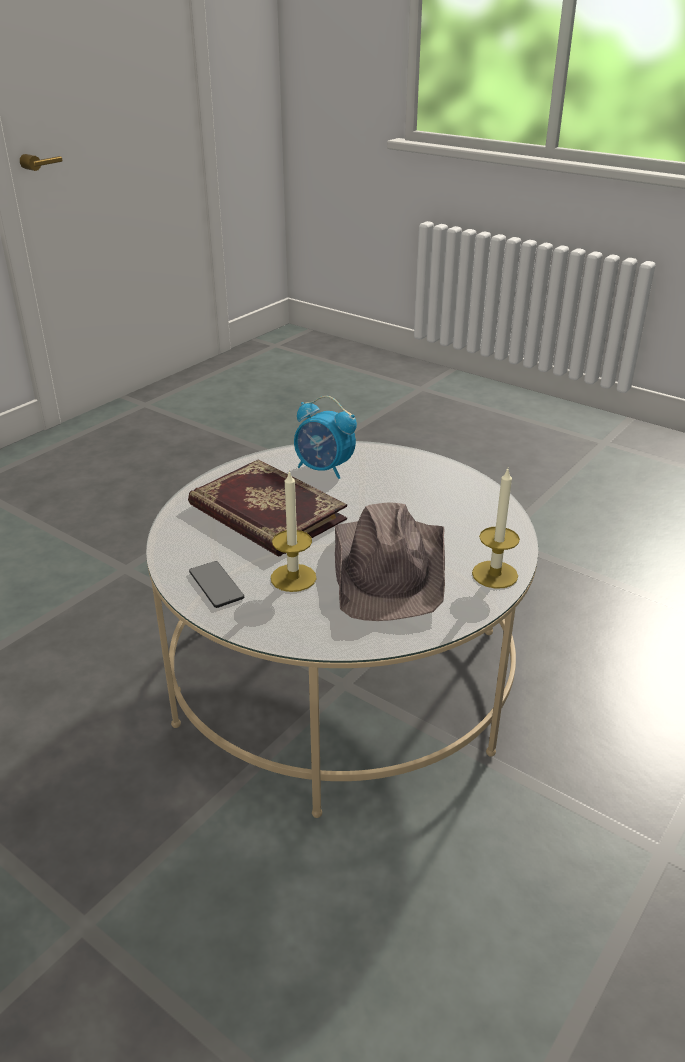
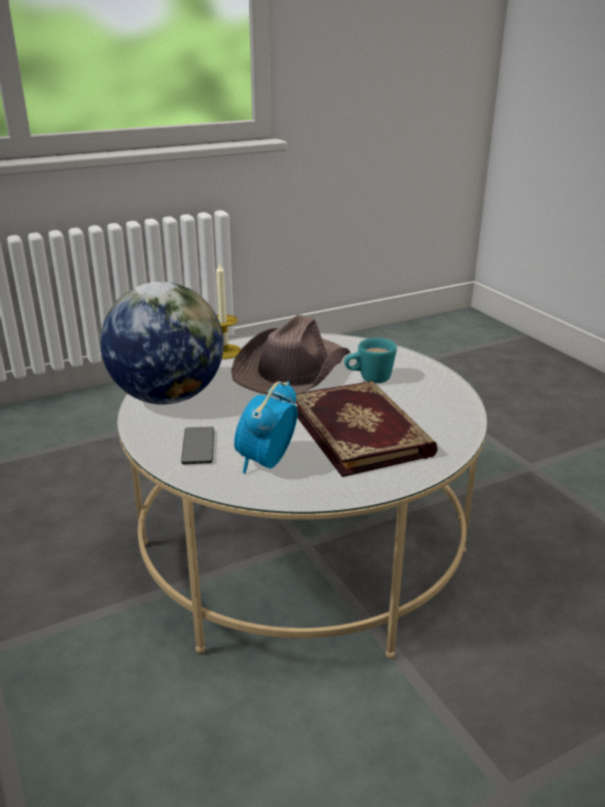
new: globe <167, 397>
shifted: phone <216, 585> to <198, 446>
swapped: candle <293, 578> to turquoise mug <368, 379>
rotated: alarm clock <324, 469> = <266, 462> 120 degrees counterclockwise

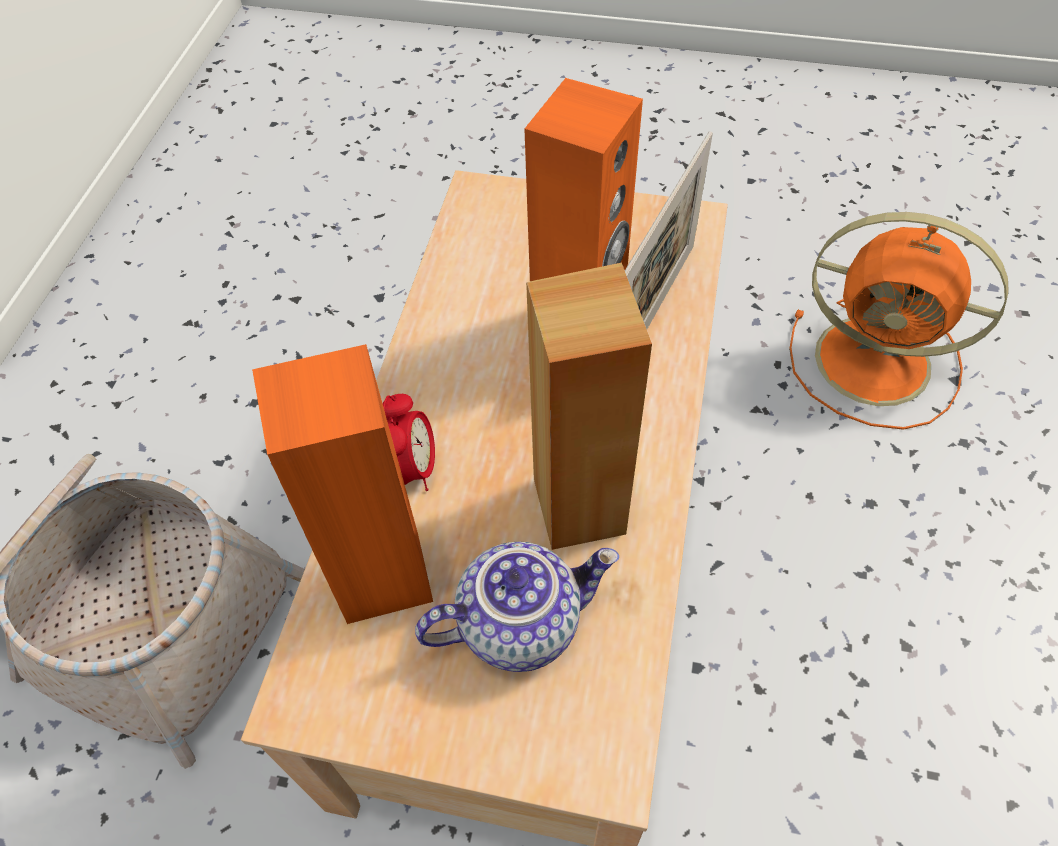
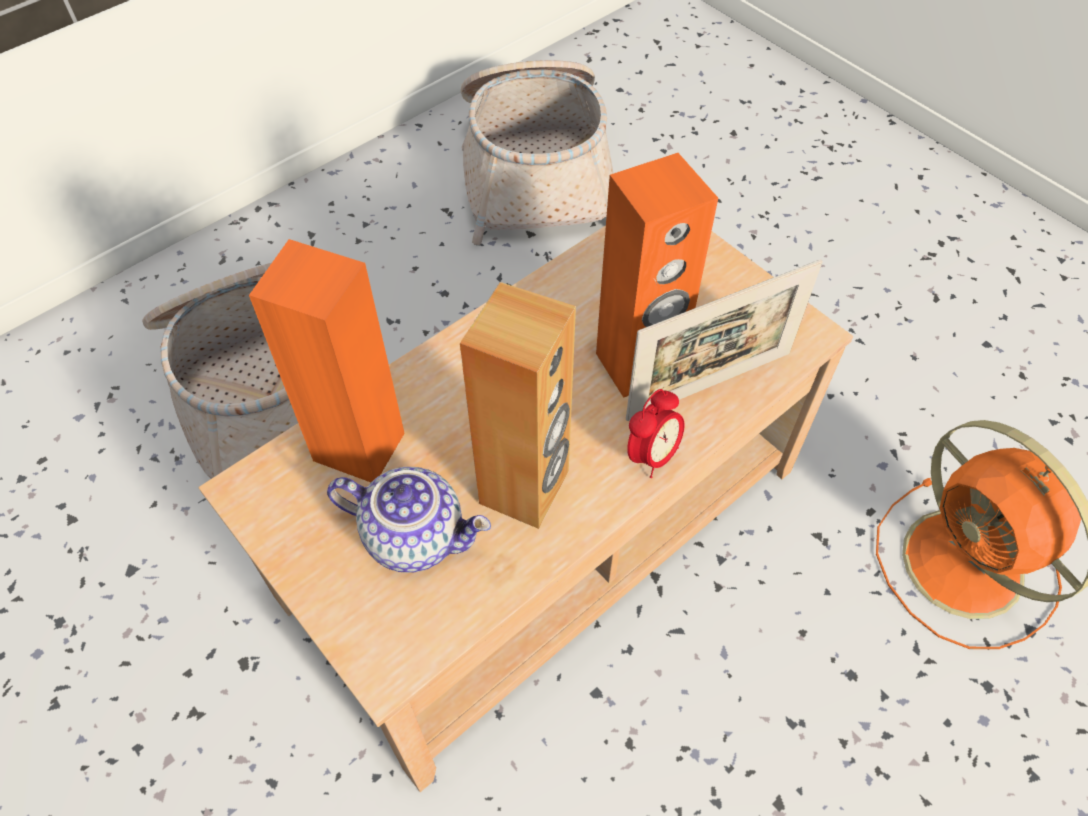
new: basket <536, 171>
shifted: alarm clock <413, 468> to <652, 455>

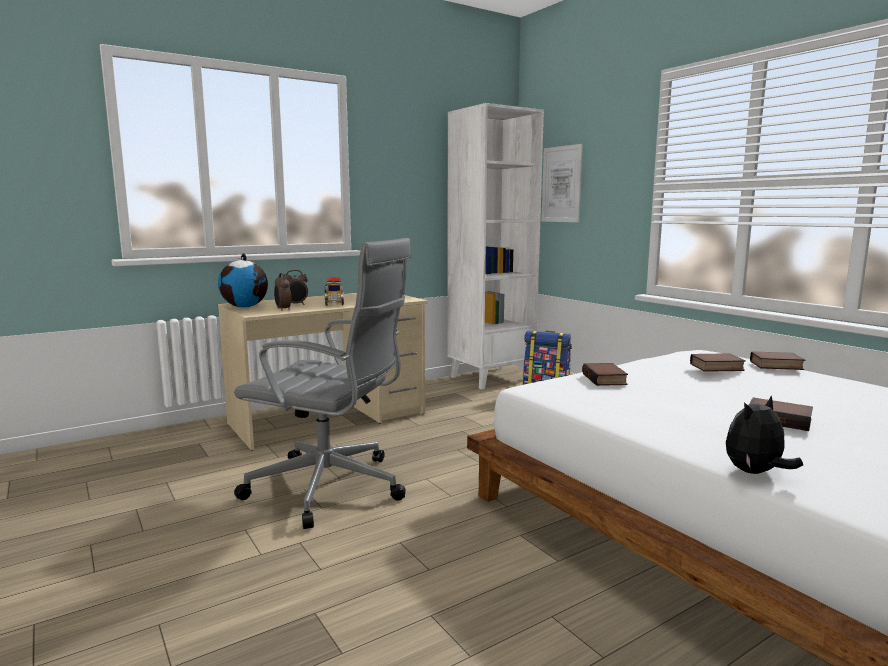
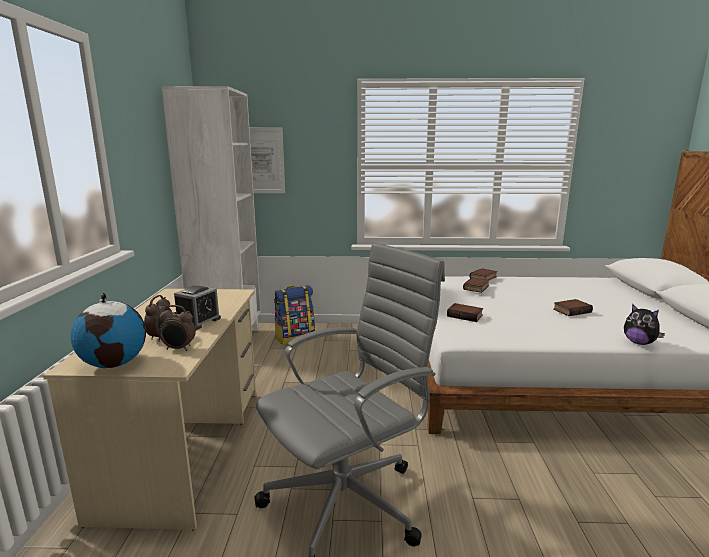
swapped: toy truck <334, 304> to alarm clock <198, 322>
rotated: plush toy <755, 473> = <639, 343> 45 degrees counterclockwise

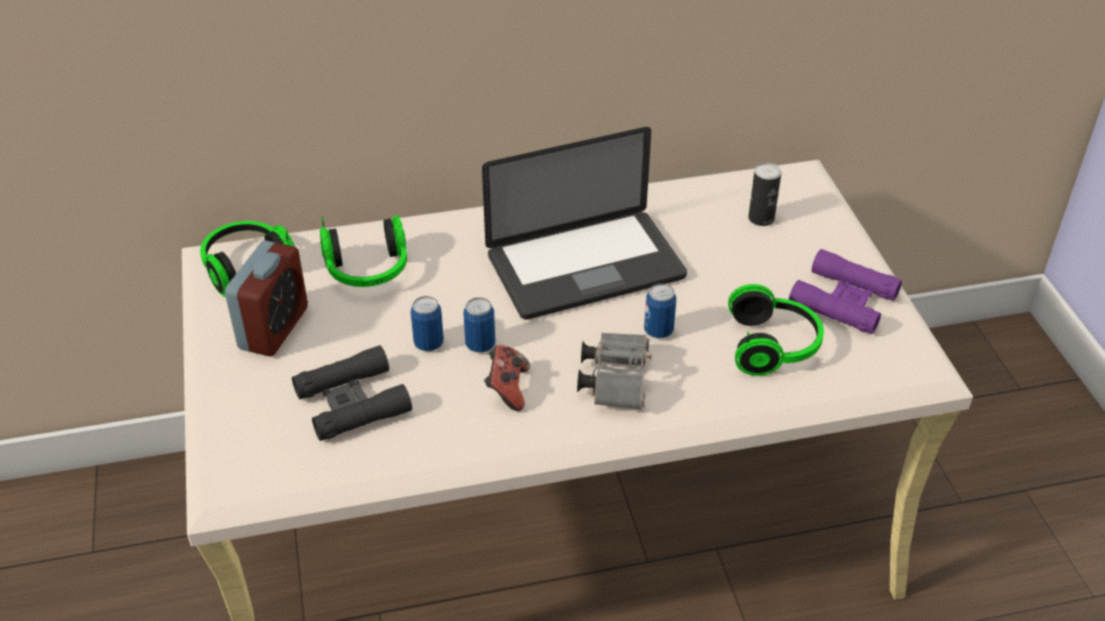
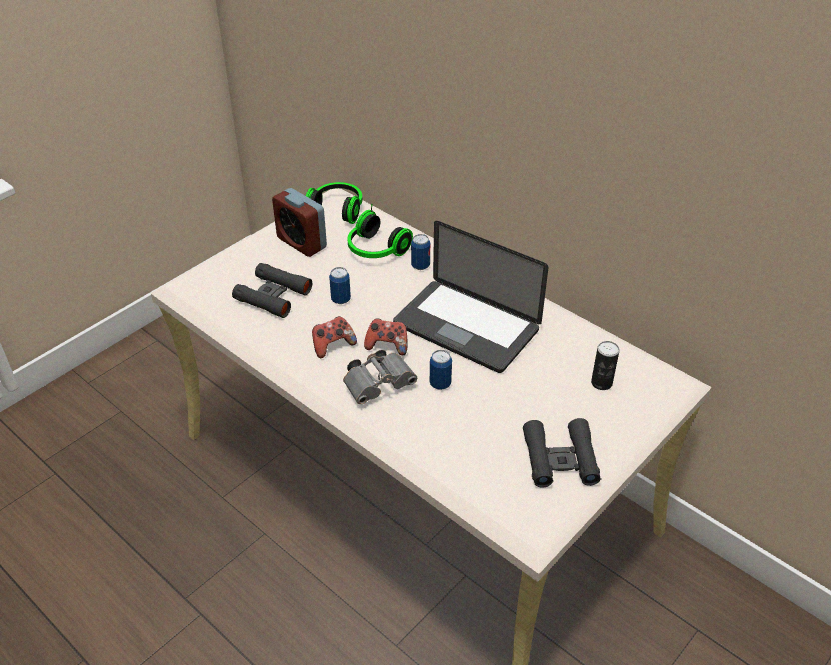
gone: headphones <774, 346>
new: game controller <387, 346>
shifted: can <480, 345> to <420, 266>
repainted: purple binoculars <843, 300> to black binoculars <560, 459>
rotated: alarm clock <274, 328> = <301, 243> 60 degrees clockwise

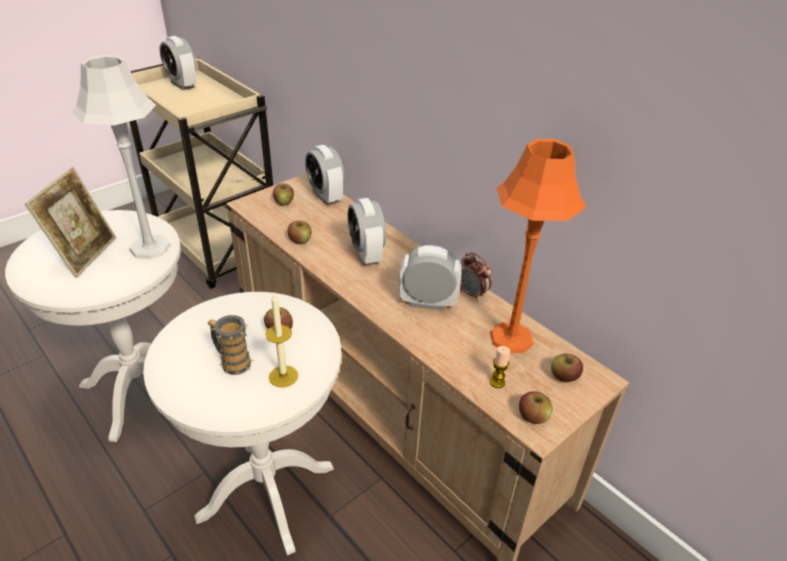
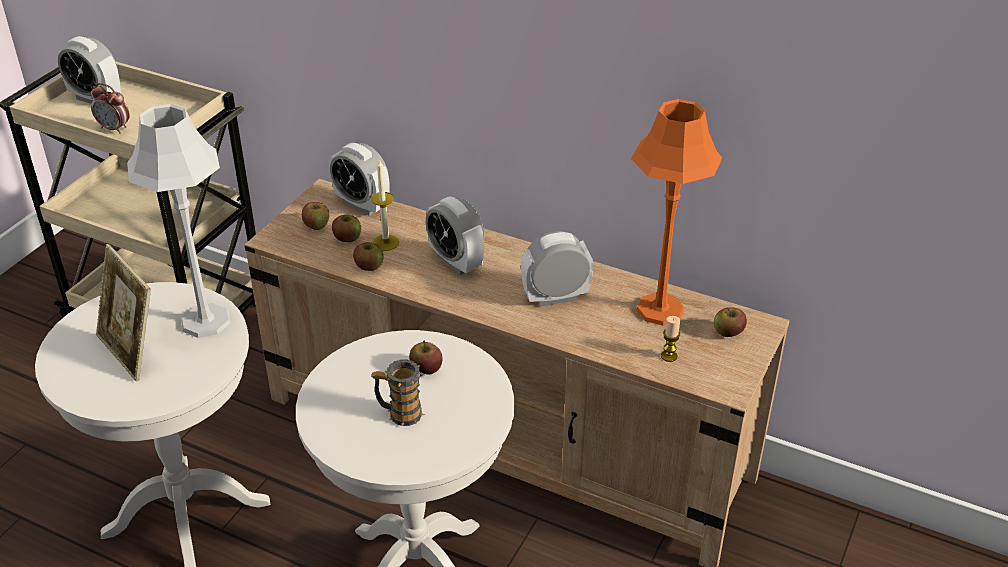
shifted: candle <283, 376> to <386, 242>; alarm clock <472, 293> to <114, 128>; apple <533, 416> to <347, 238>
rotated: picture frame <85, 255> = <132, 351> 150 degrees clockwise

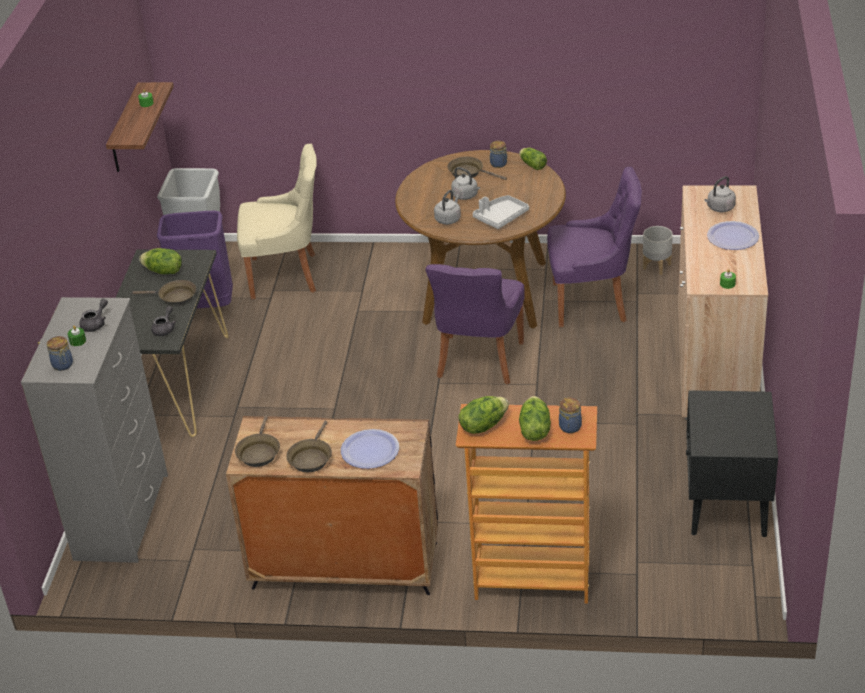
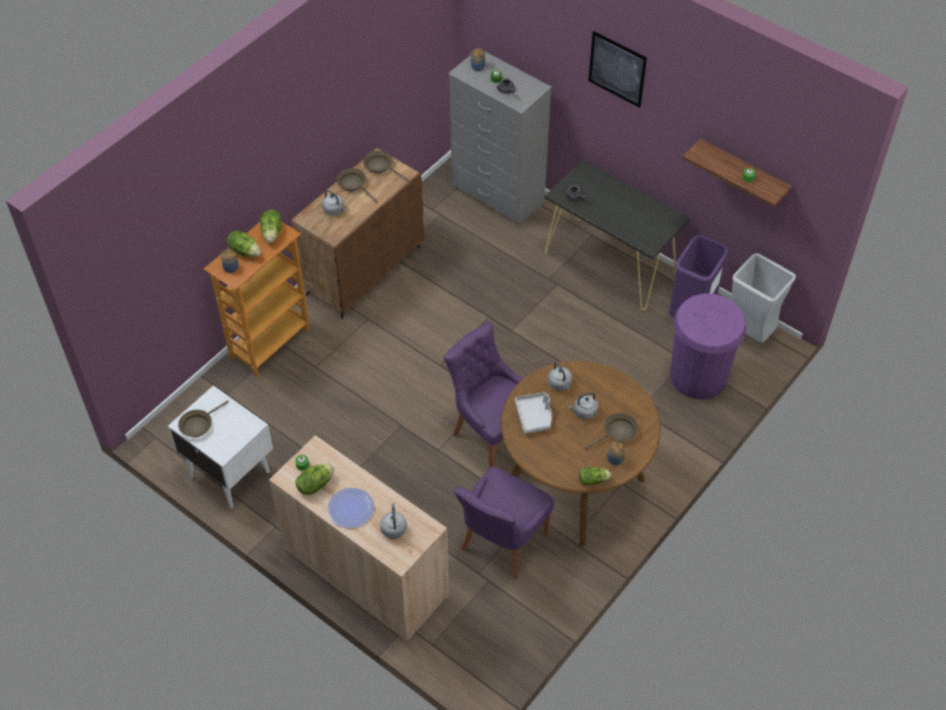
gone: grey planter <656, 266>
new: picture <617, 69>
shifted: brown frying pan <174, 297> to <198, 425>; lettuce <163, 271> to <315, 484>
swapped: beige chair <287, 275> to purple trash can <698, 376>; plate <370, 450> to grey kettle <334, 210>
repainted: black nightstand <726, 509> to white nightstand <229, 472>

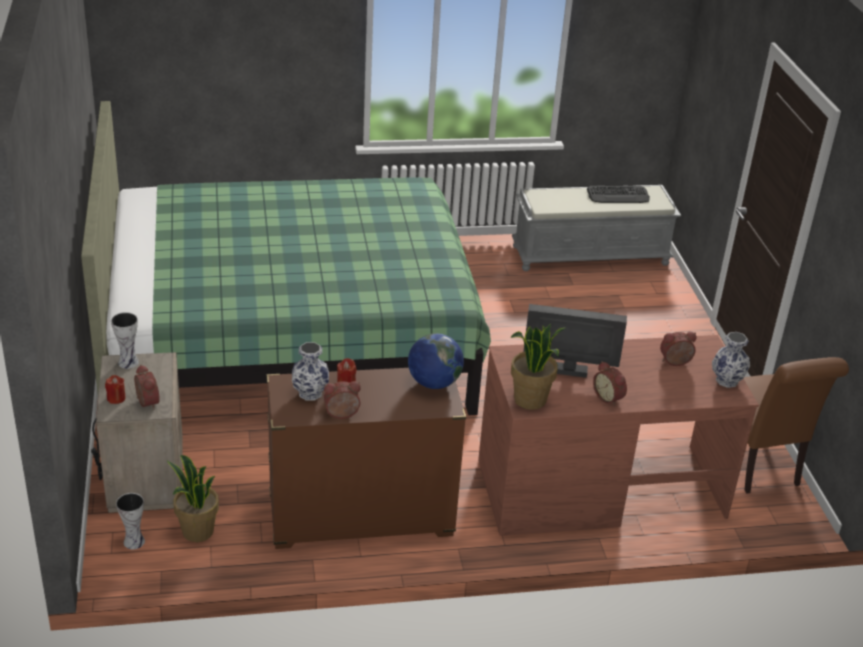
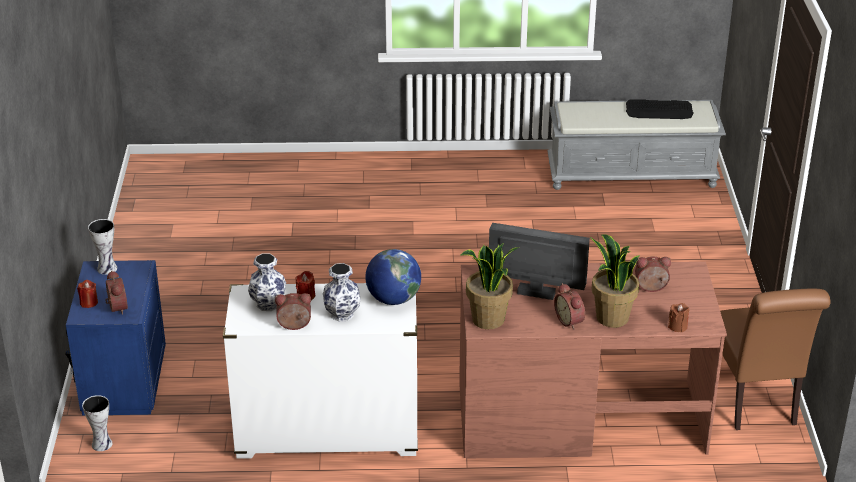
gone: green bed <287, 334>
new: brown candle <677, 326>
shifted: potted plant <197, 531> to <611, 318>; vase <726, 380> to <341, 314>
repainted: beige nightstand <144, 476> to blue nightstand <122, 382>; brown dresser <360, 517> to white dresser <327, 432>

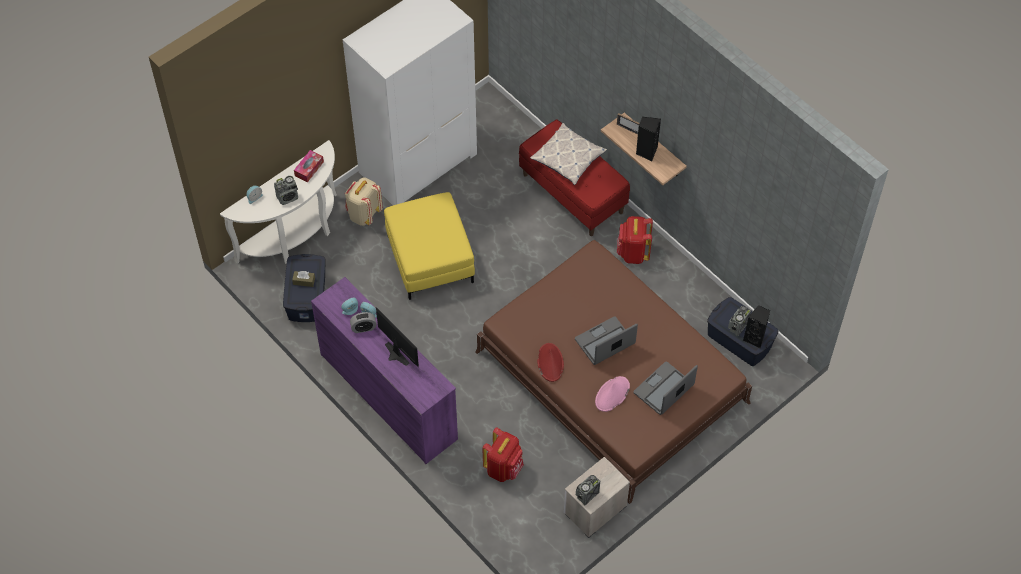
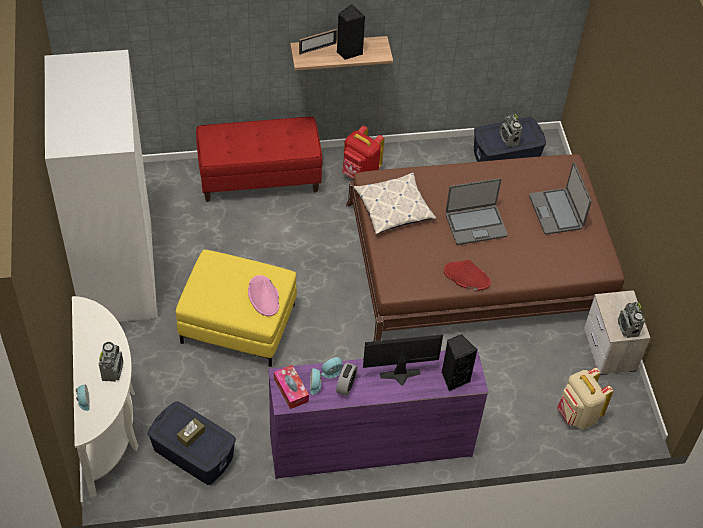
gone: red backpack <504, 468>
shifted: tissue box <309, 169> to <291, 390>; beige backpack <364, 214> to <577, 415>; pillow <568, 158> to <394, 208>; pink hat <612, 394> to <264, 296>; black speaker <755, 338> to <454, 378>
rotated: laptop <605, 342> = <475, 225> 105 degrees counterclockwise

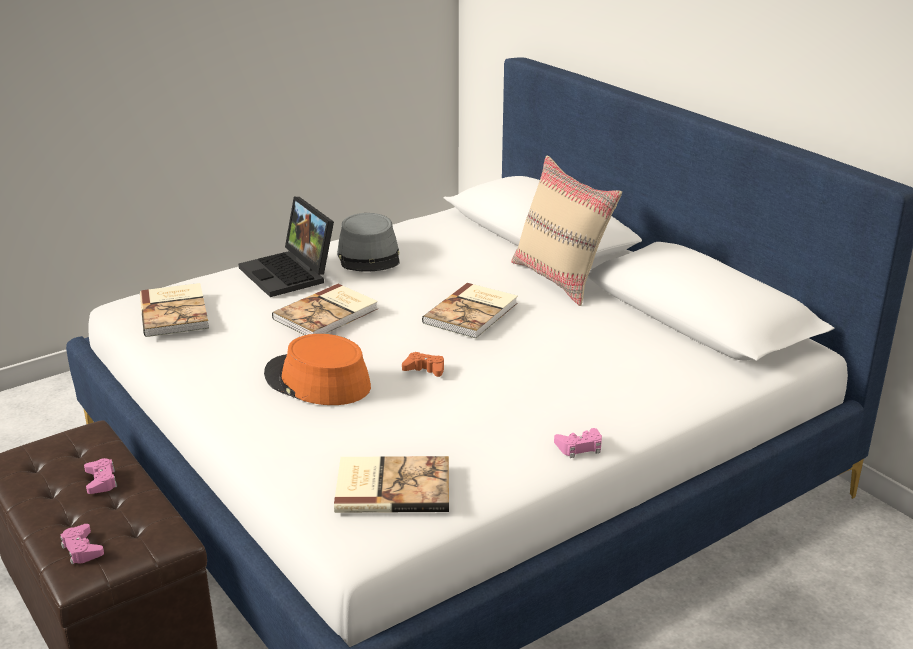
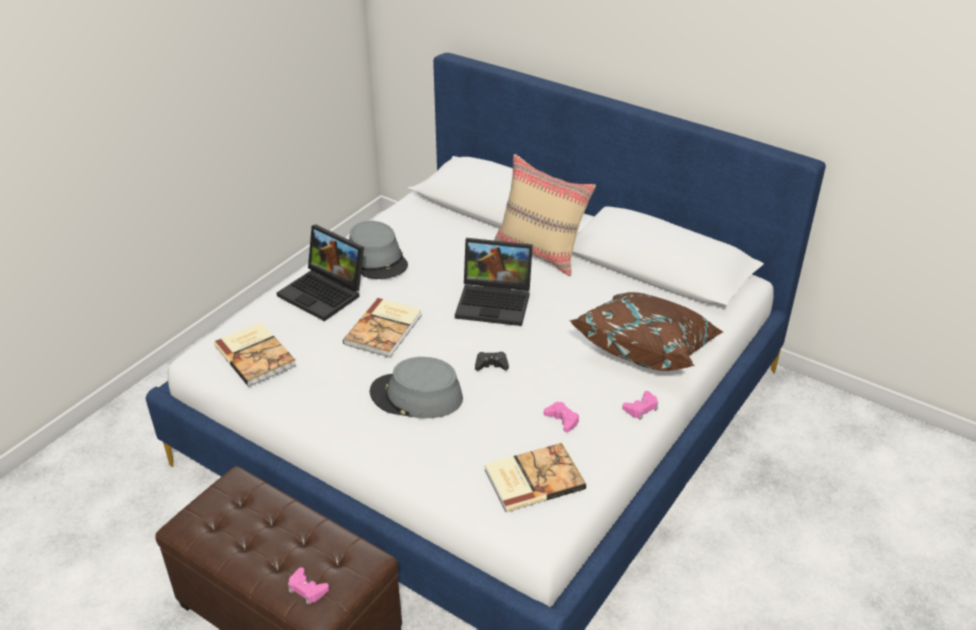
new: brown pillow <647, 349>
shifted: pink game controller <101, 481> to <562, 419>
swapped: book <473, 313> to laptop <496, 302>
repainted: orange hat <317, 381> to grey hat <416, 396>; orange game controller <425, 369> to black game controller <491, 365>

